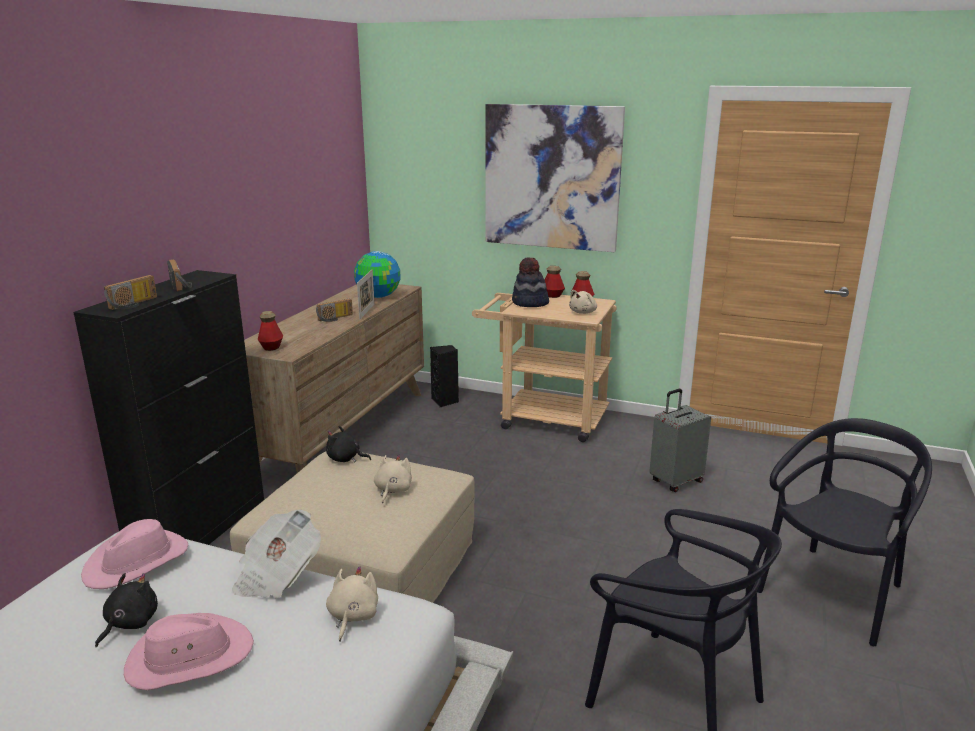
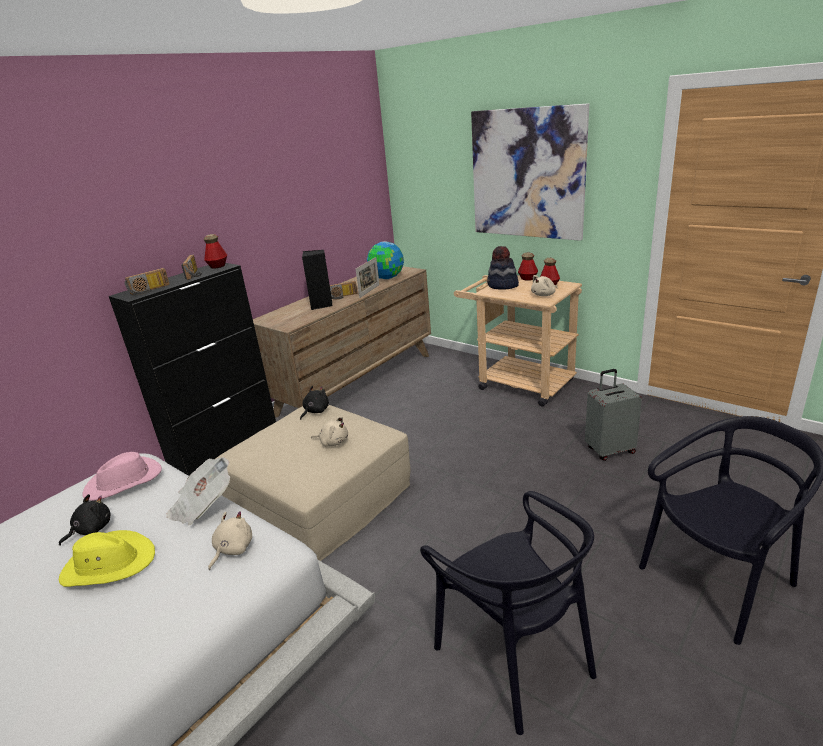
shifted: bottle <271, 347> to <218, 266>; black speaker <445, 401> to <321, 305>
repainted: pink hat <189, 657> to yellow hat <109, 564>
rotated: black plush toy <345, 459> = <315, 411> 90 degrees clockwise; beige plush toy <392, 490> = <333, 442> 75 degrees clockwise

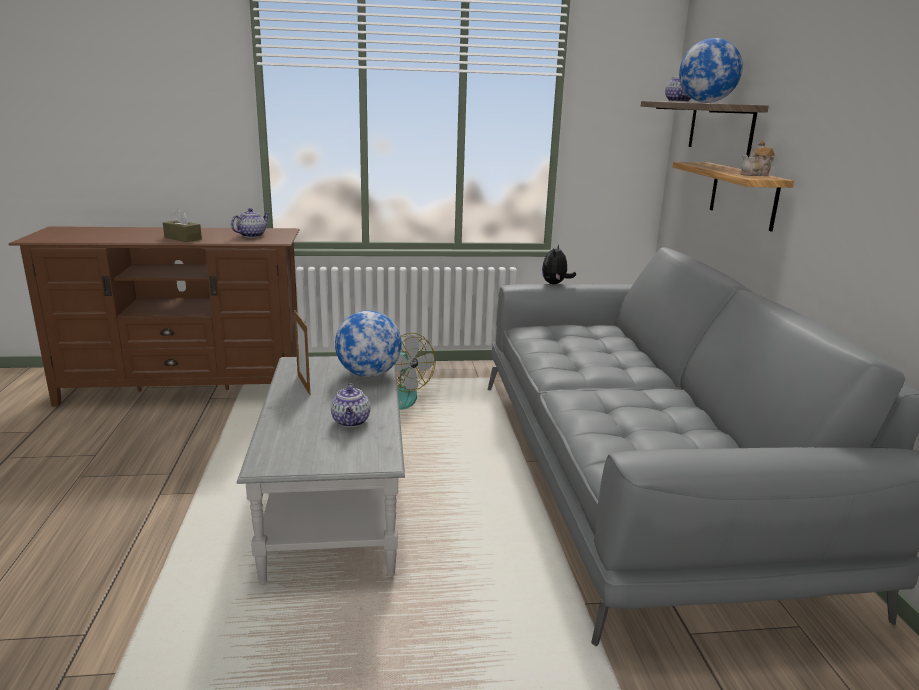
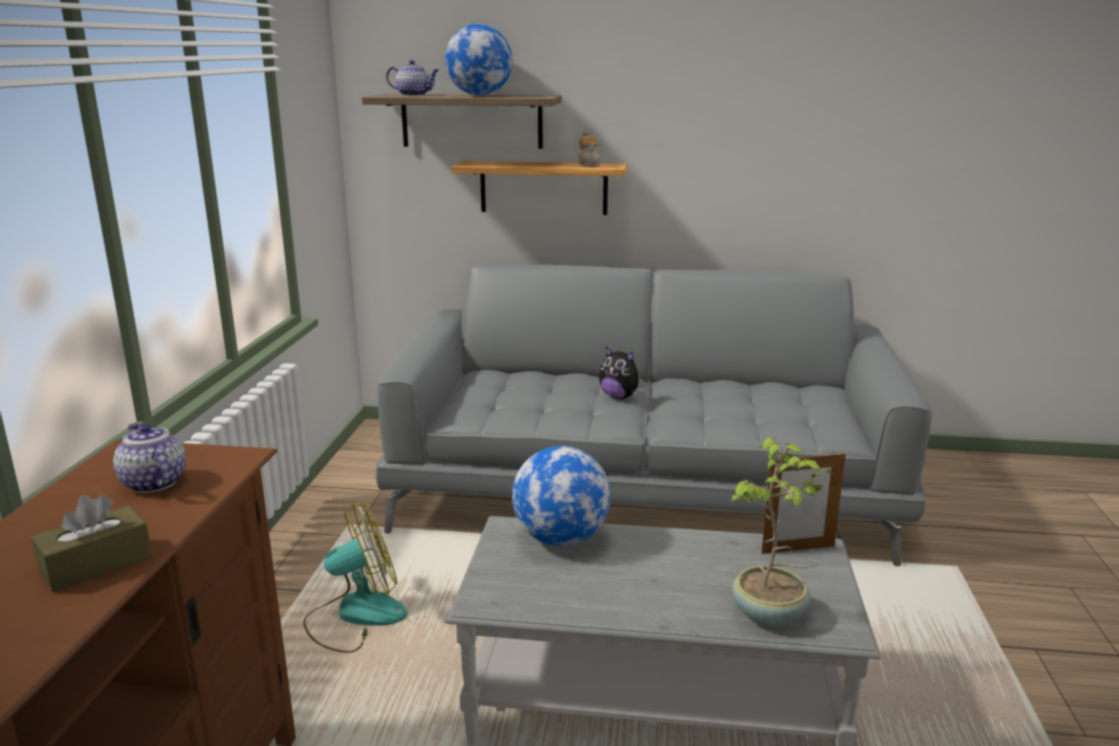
gone: teapot <351, 422>
new: potted plant <770, 615>
shifted: picture frame <303, 384> to <797, 549>; plush toy <555, 284> to <619, 397>

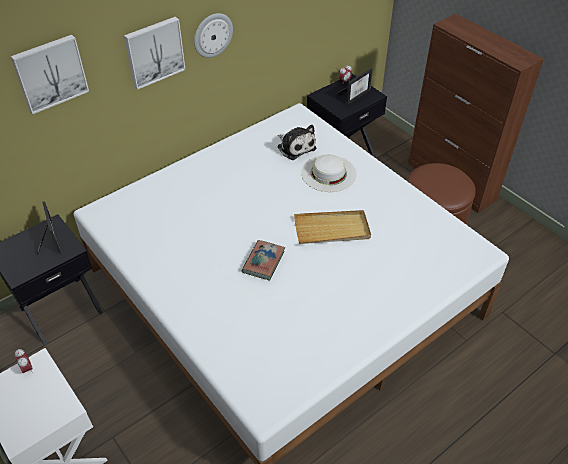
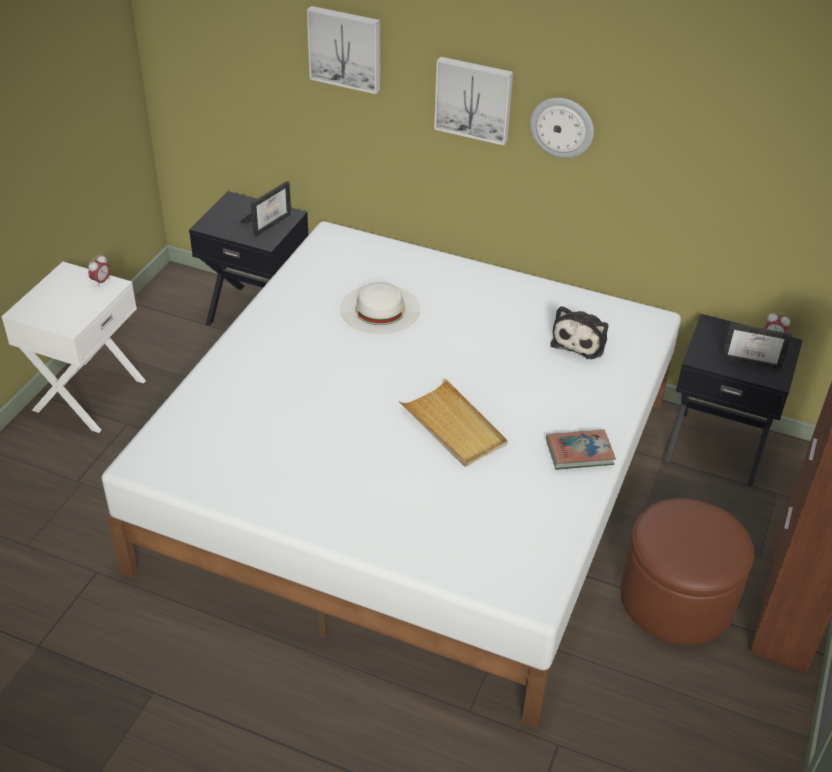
shifted: book <263, 262> to <579, 452>; white hat <328, 173> to <380, 309>

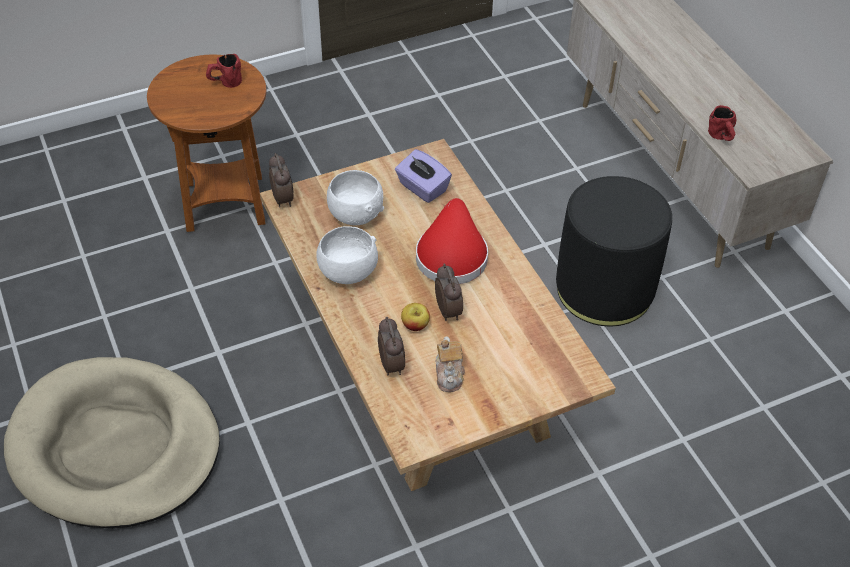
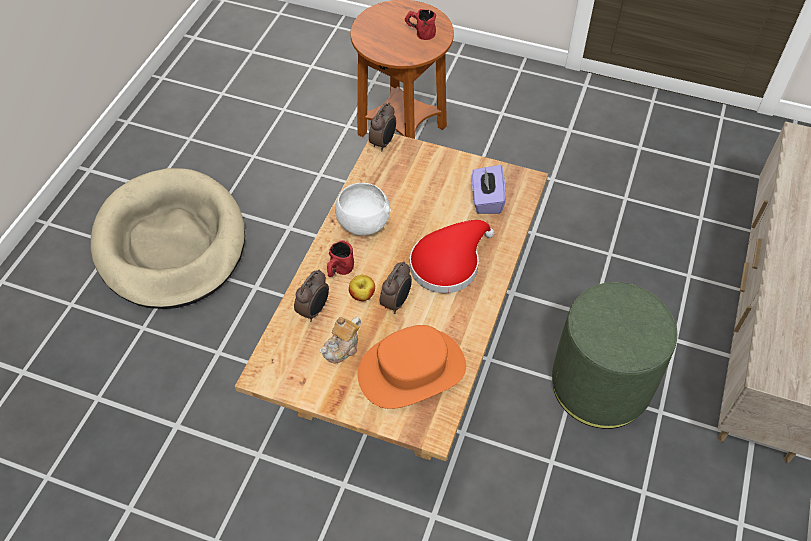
gone: white bowl <355, 214>
new: orange hat <412, 369>
shifted: red mug <721, 138> to <339, 271>
repainted: black ottoman <604, 290> to green ottoman <600, 385>

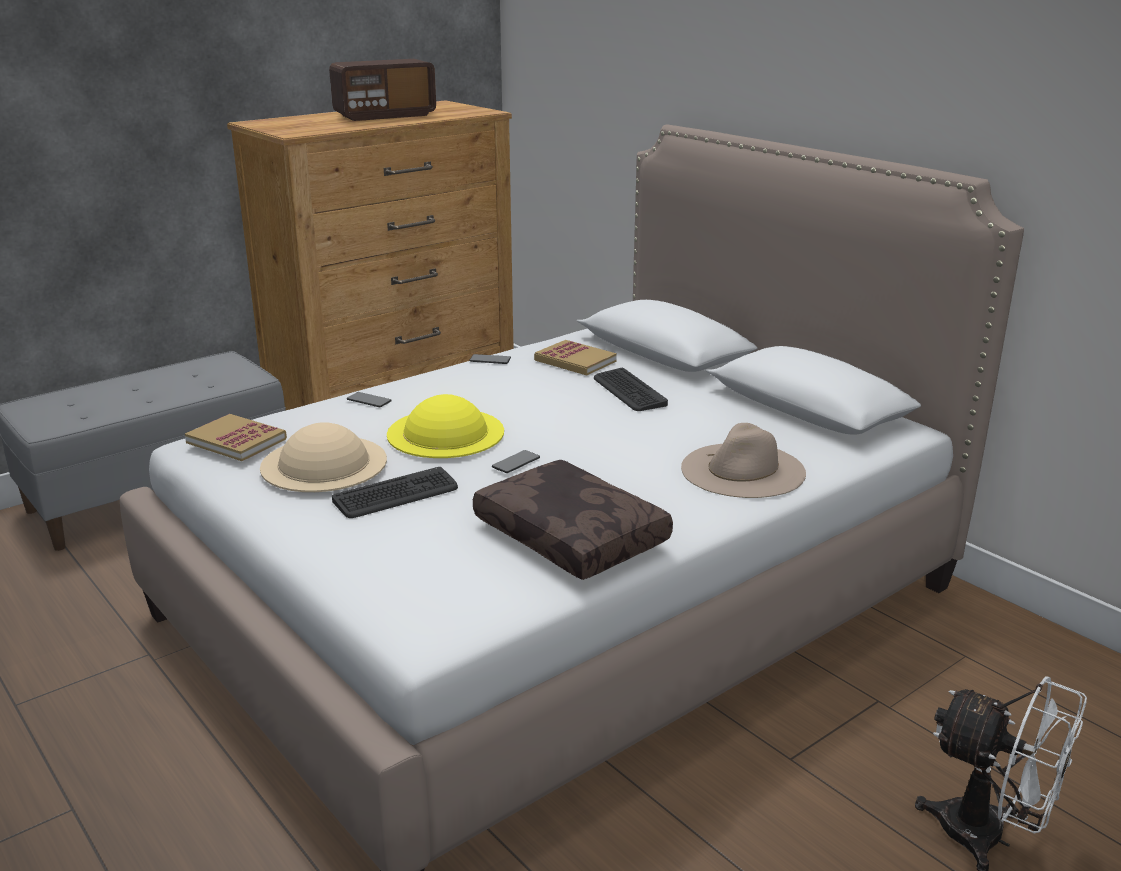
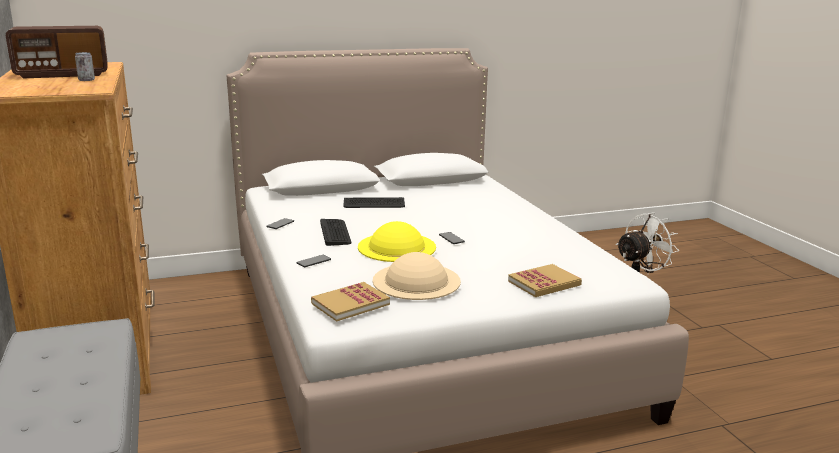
gone: brown pillow <573, 536>; beige hat <743, 470>
new: can <86, 80>
shifted: keyboard <396, 495> to <335, 233>; book <575, 361> to <544, 283>
rotated: radio <385, 115> = <62, 74> 75 degrees clockwise

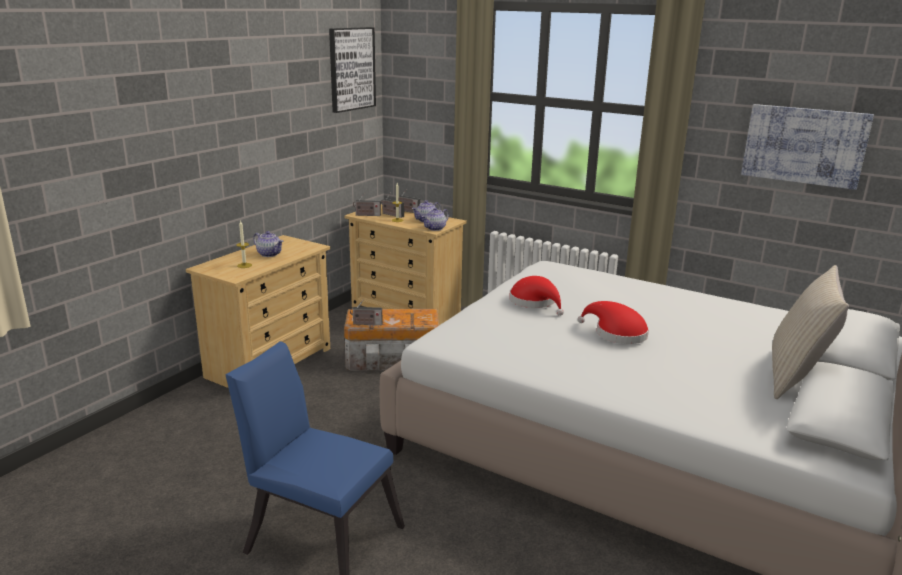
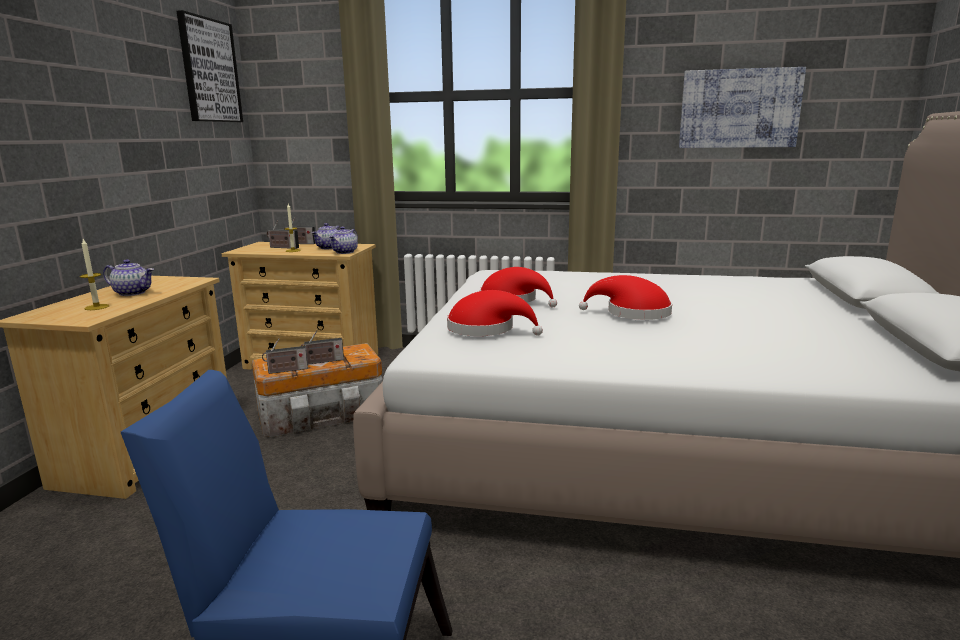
gone: beige pillow <796, 377>
new: red hat <486, 329>
shifted: radio <366, 215> to <323, 361>

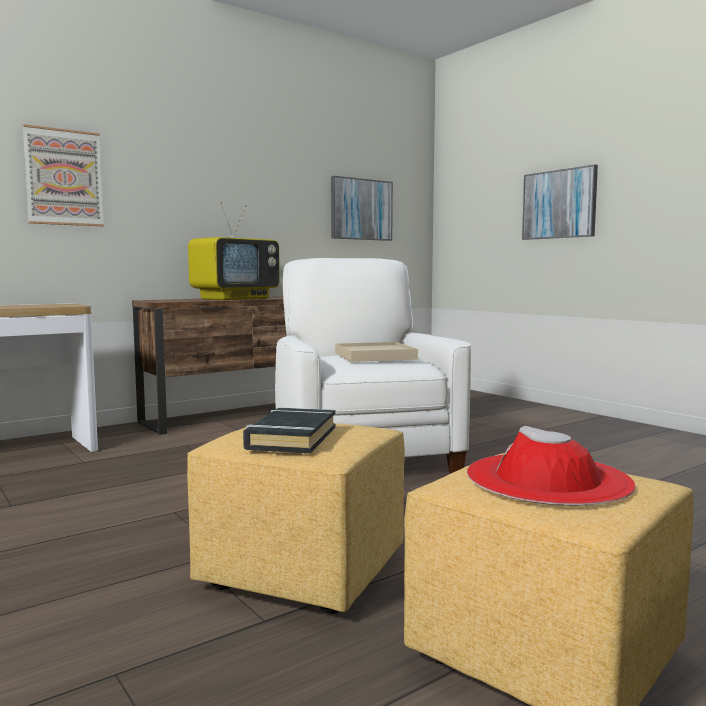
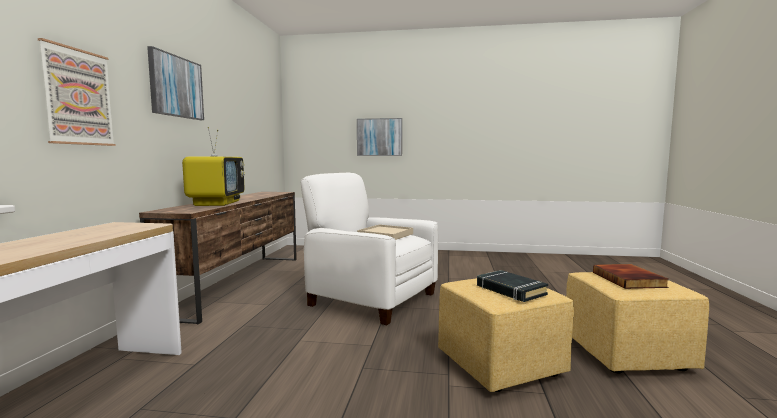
shifted: picture <361, 209> to <176, 87>
swapped: red hat <548, 479> to book <629, 279>

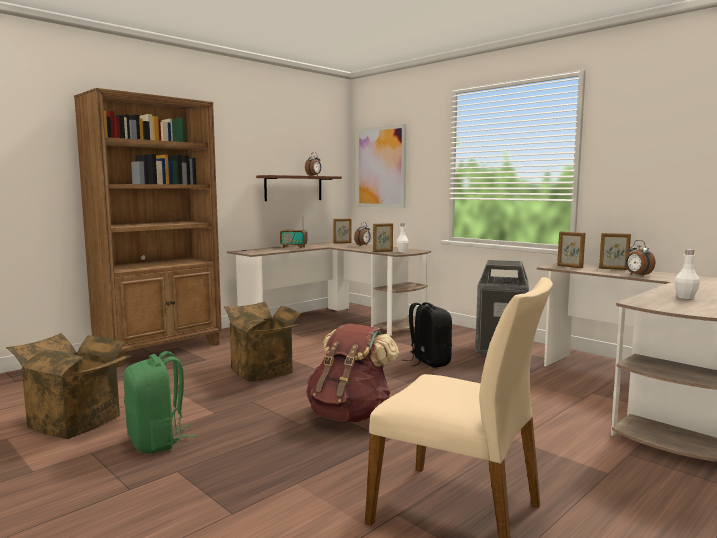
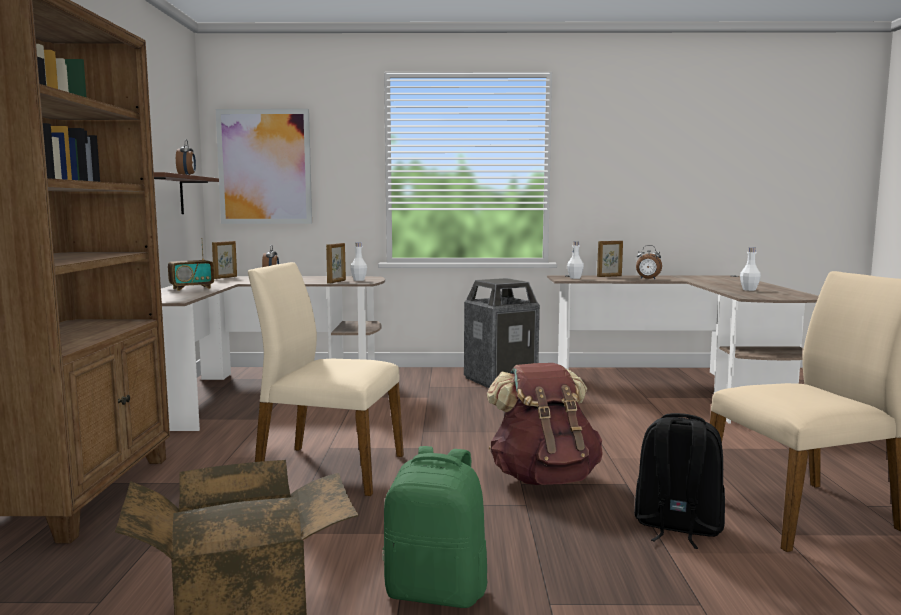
shifted: black backpack <428, 362> to <677, 527>
swapped: cardboard box <264, 370> to beige chair <329, 469>; picture frame <569, 267> to white bottle <575, 278>

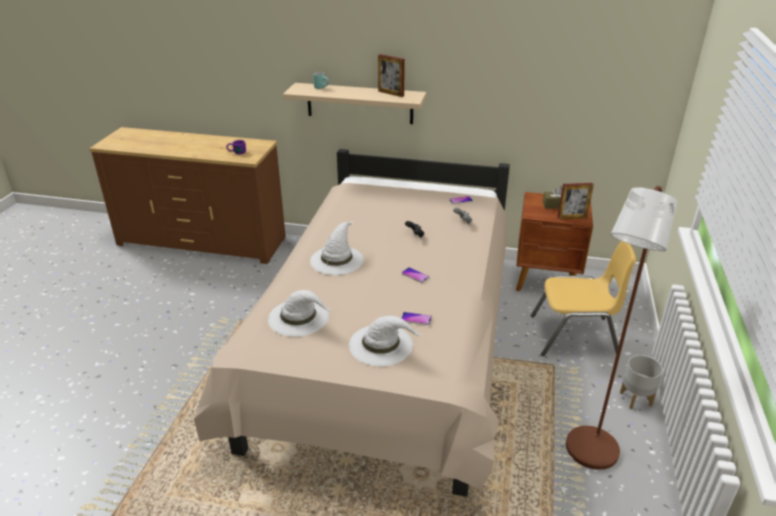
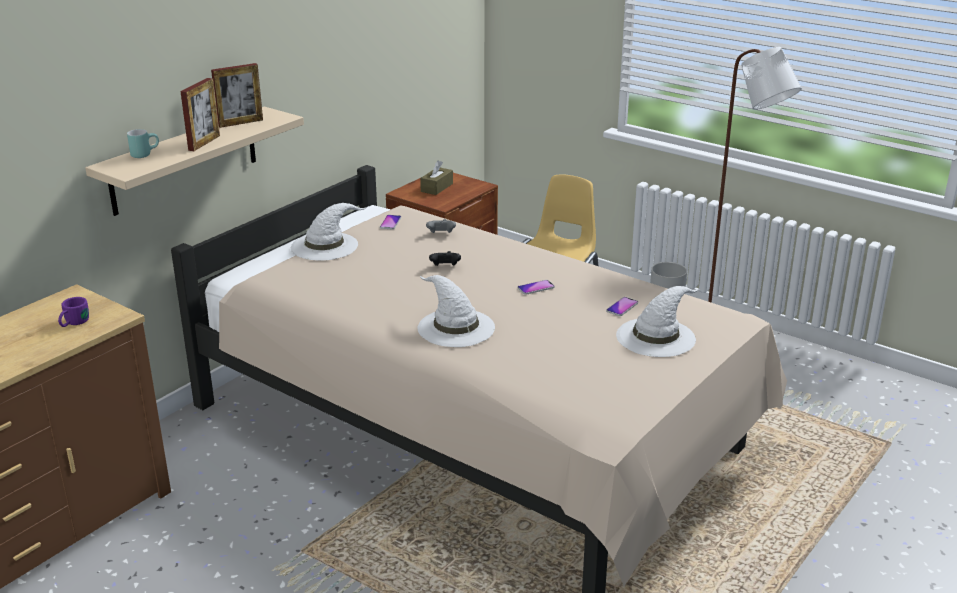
shifted: white hat <299, 317> to <325, 245>; picture frame <572, 217> to <204, 143>

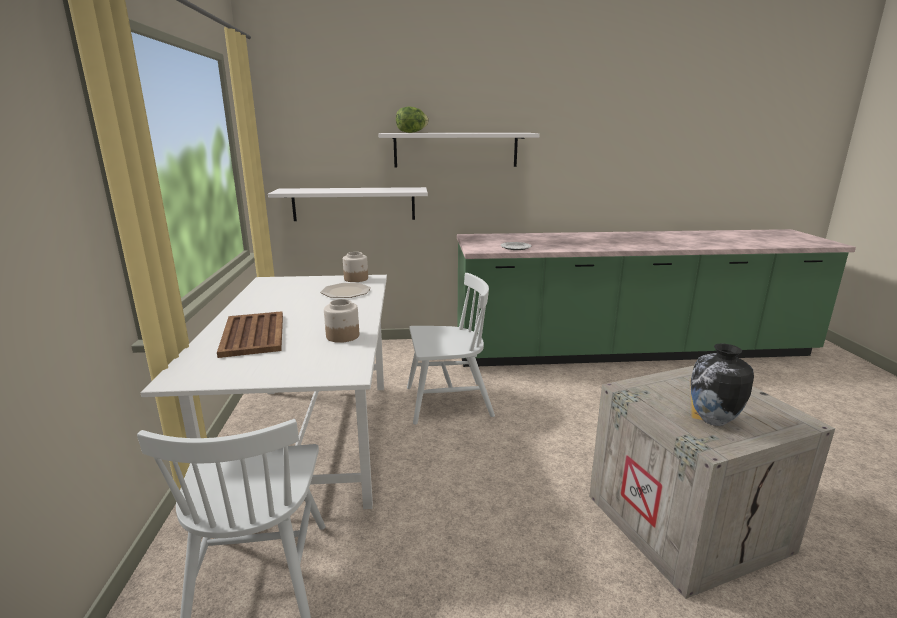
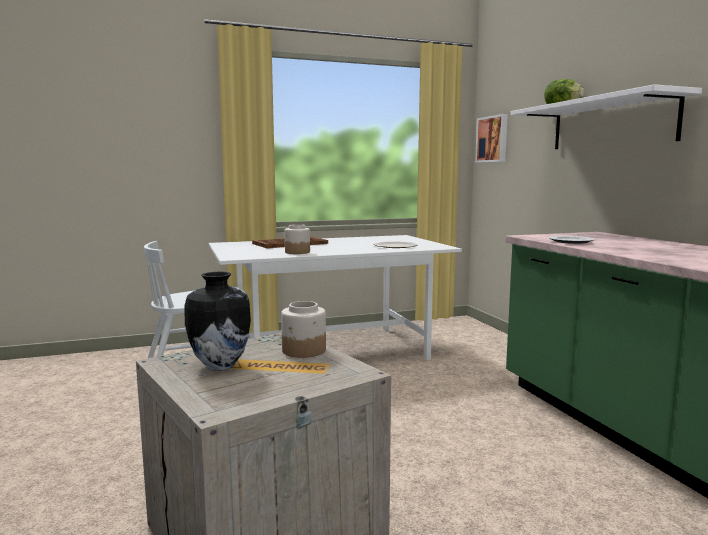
gone: white shelf <353, 204>; white chair <448, 402>
new: picture <493, 139>
shifted: jar <356, 279> to <304, 351>

